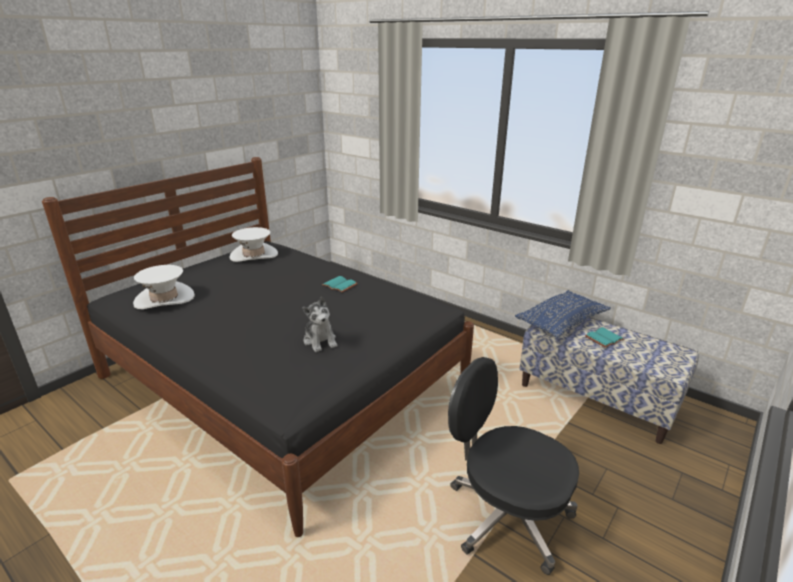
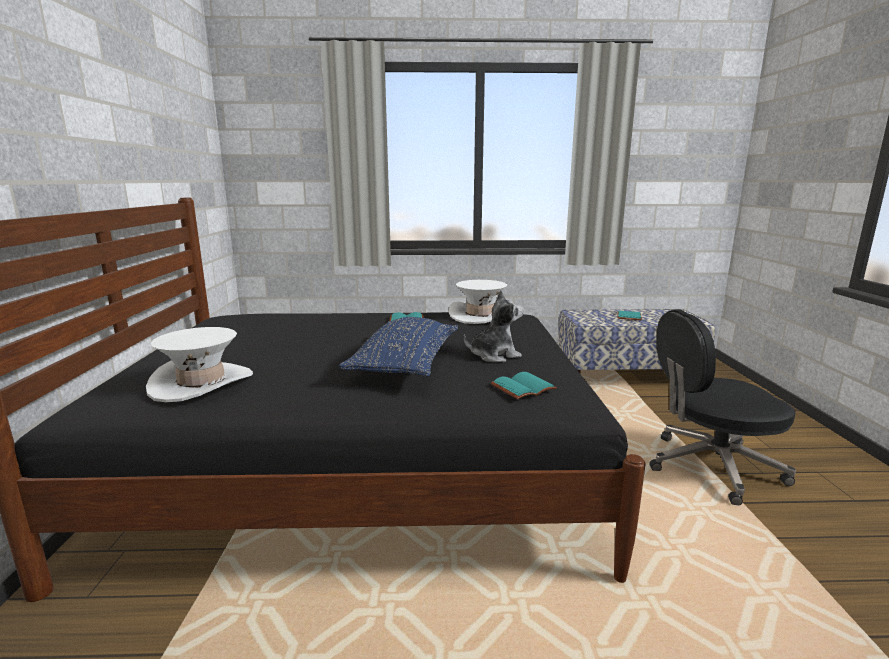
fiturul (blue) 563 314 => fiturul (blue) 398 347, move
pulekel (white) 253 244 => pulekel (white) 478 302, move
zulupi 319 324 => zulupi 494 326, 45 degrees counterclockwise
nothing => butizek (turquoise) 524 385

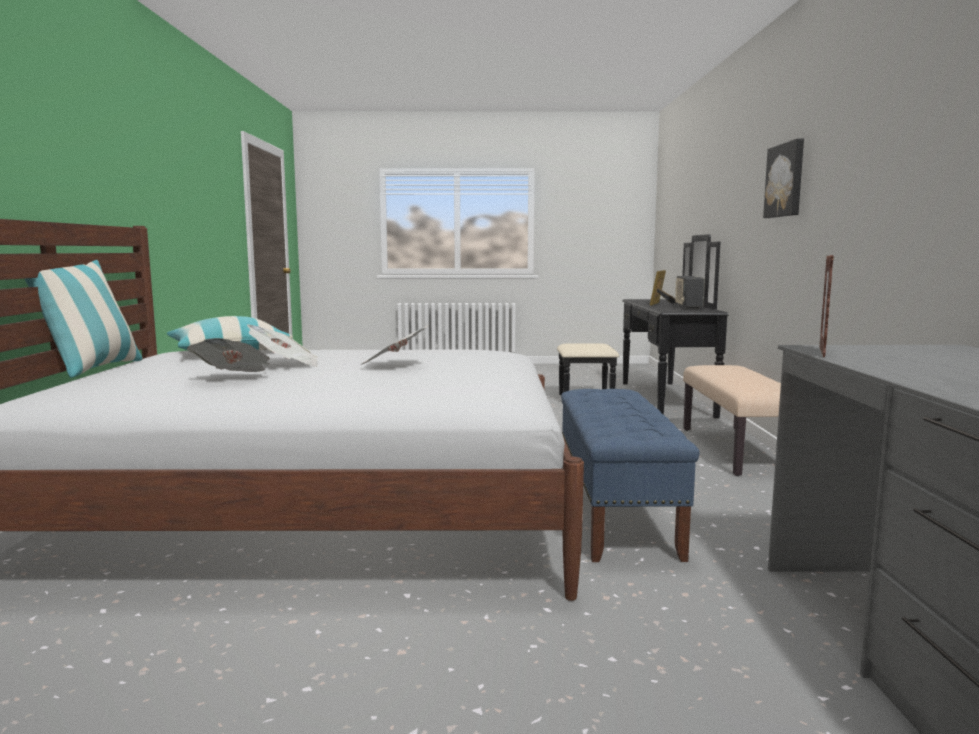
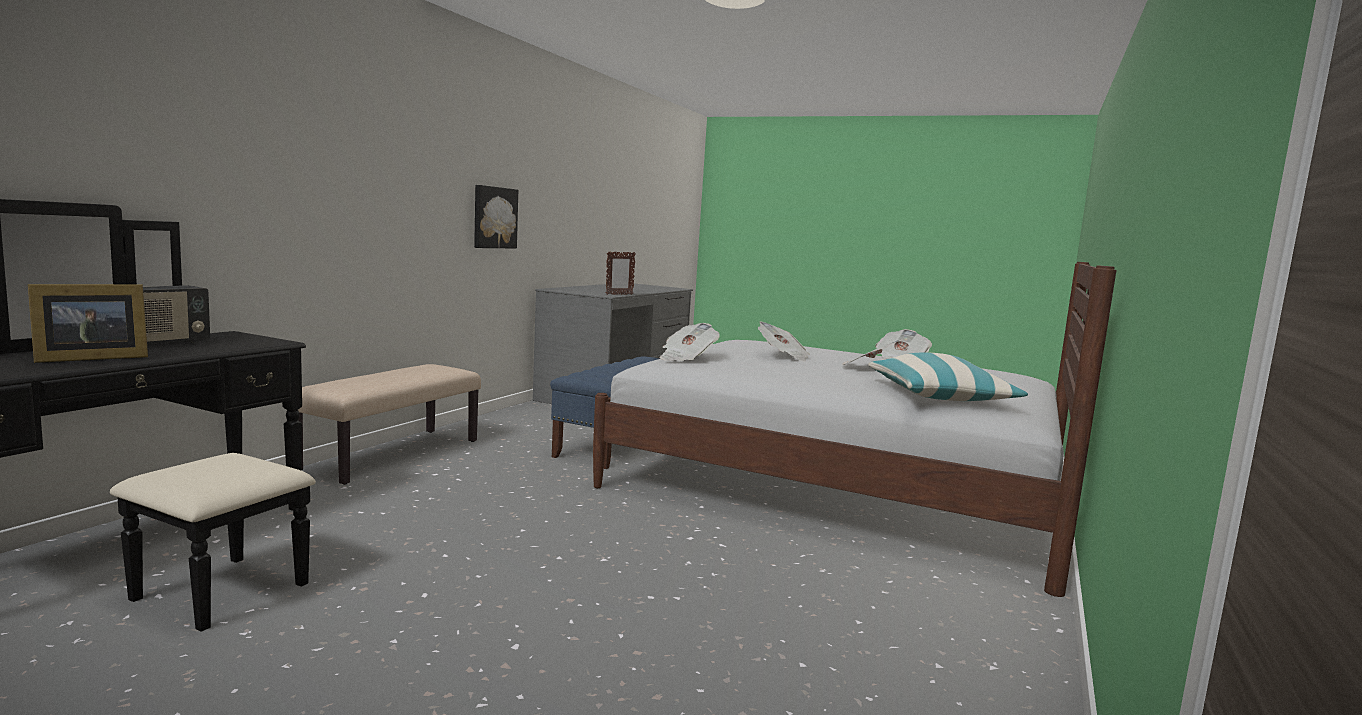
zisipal 783 178 => zisipal 496 216, move
nothing => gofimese 690 342
fiturul 84 319 => nothing

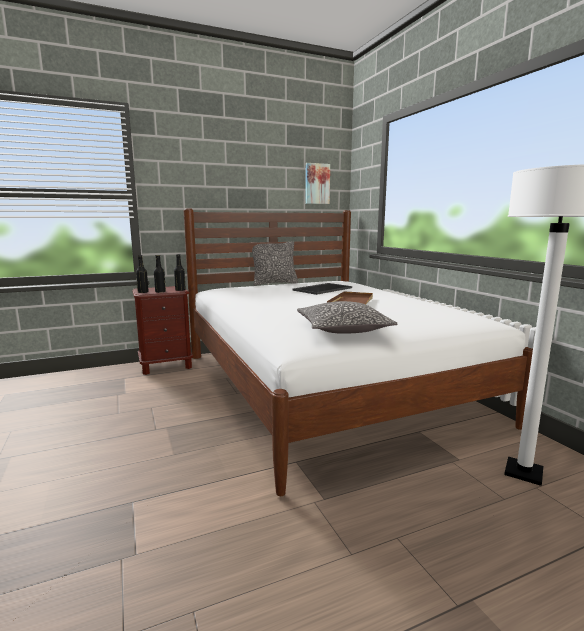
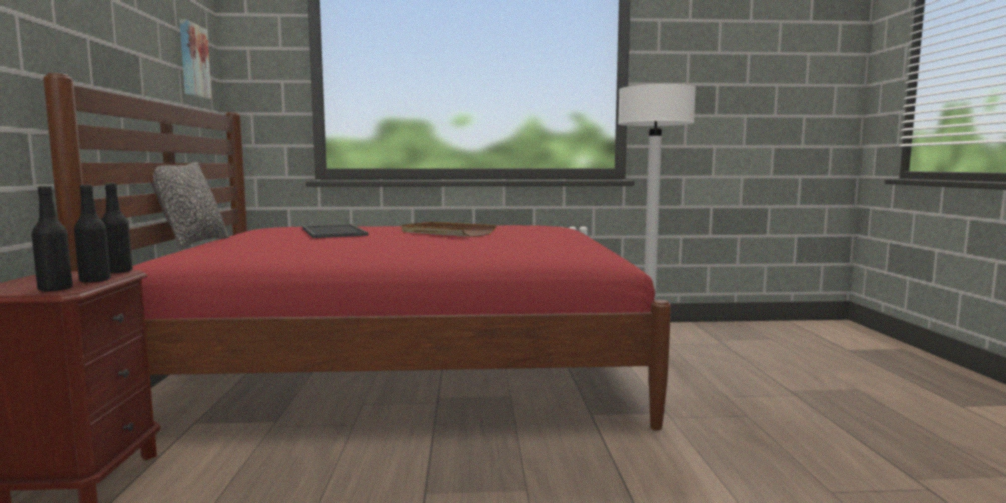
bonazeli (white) 358 352 => bonazeli (red) 357 252
fiturul 347 317 => nothing

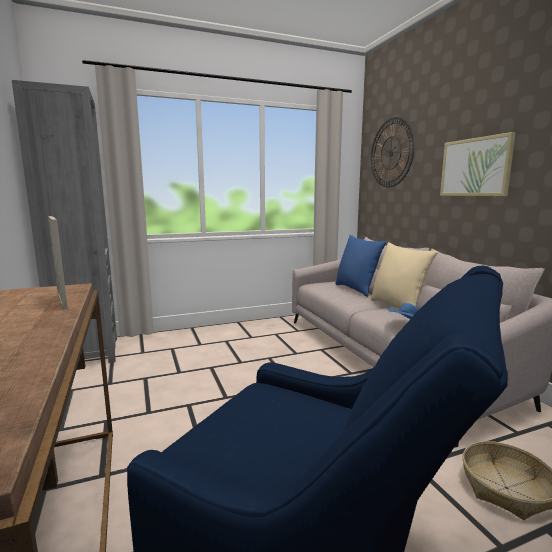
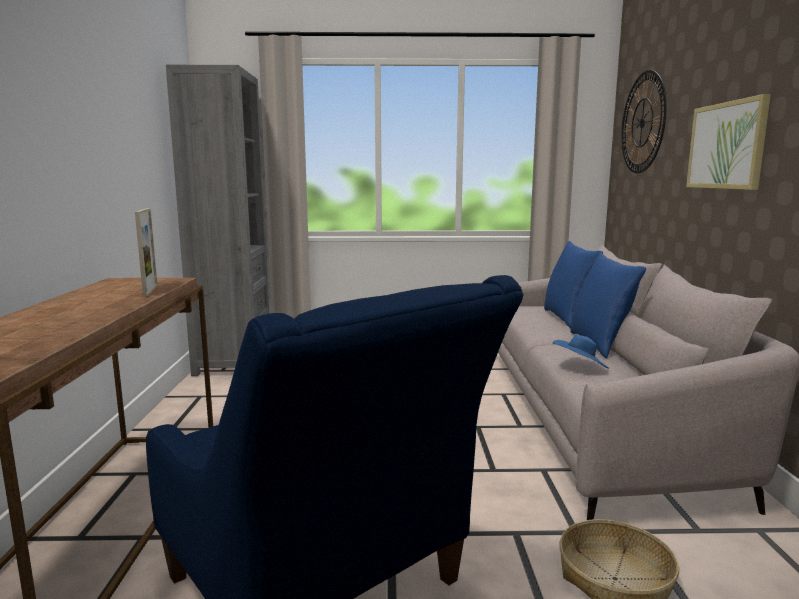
fiturul (beige) 404 275 => fiturul (blue) 608 305

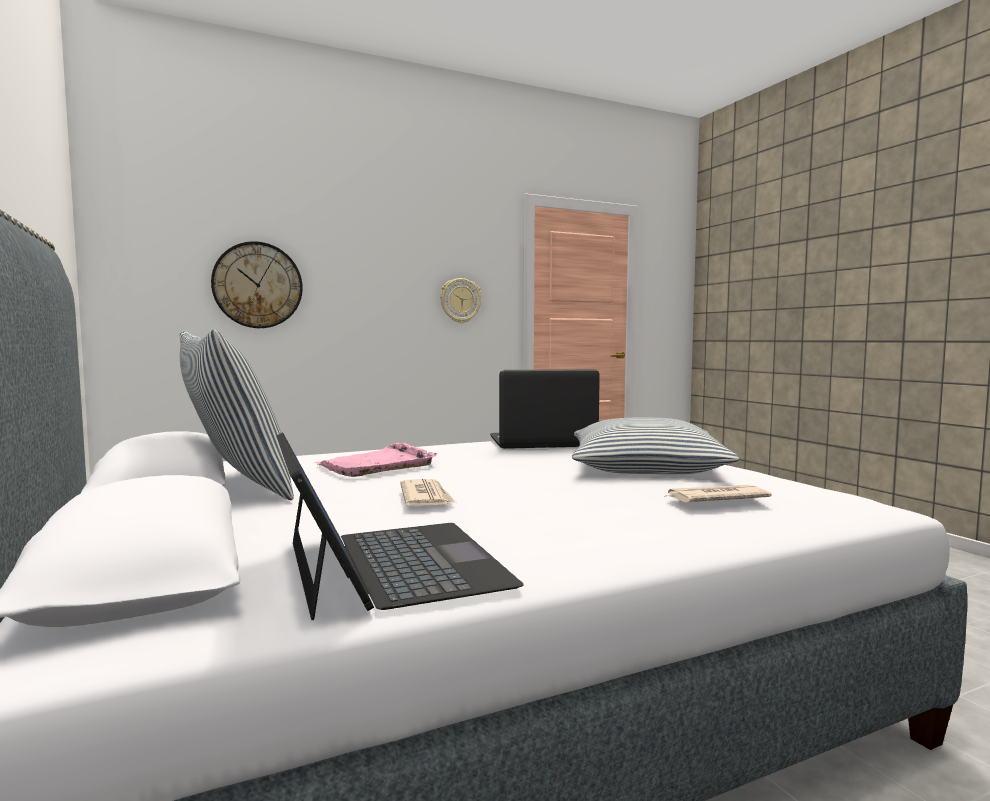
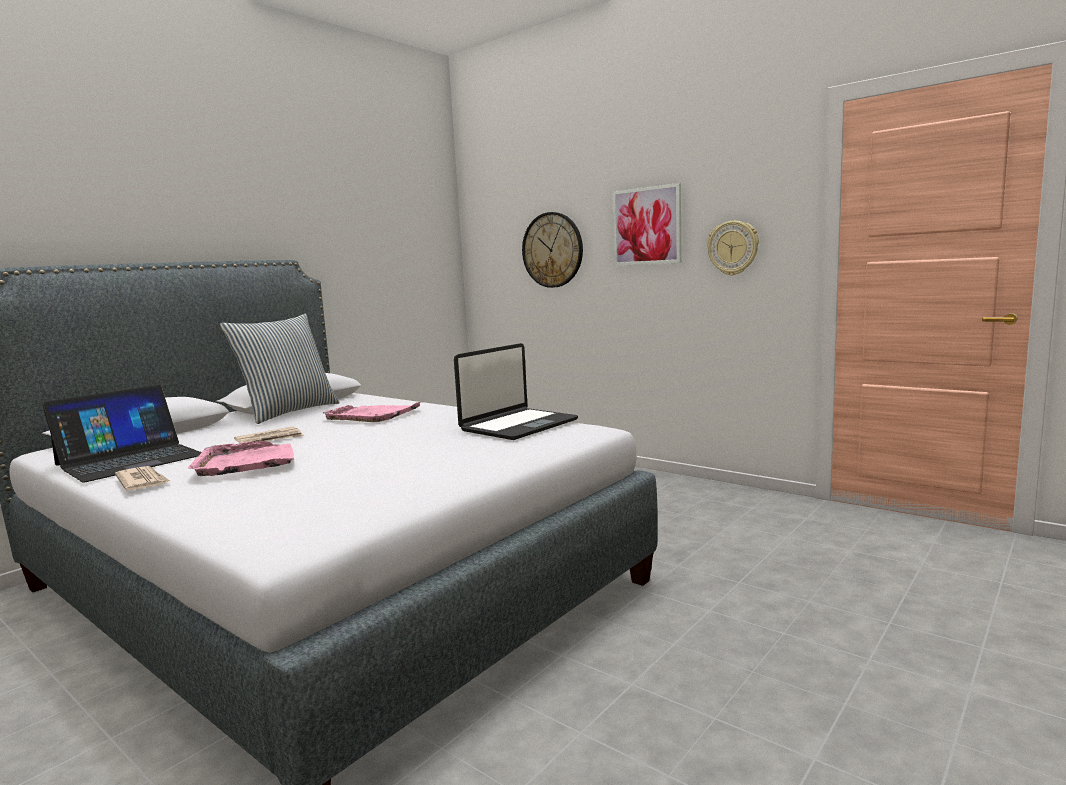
gofimese 718 493 => gofimese 142 478, move
nothing => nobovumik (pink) 241 458
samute 545 409 => samute 516 391, 75 degrees clockwise
nothing => zisipal 647 224
fiturul 655 446 => nothing

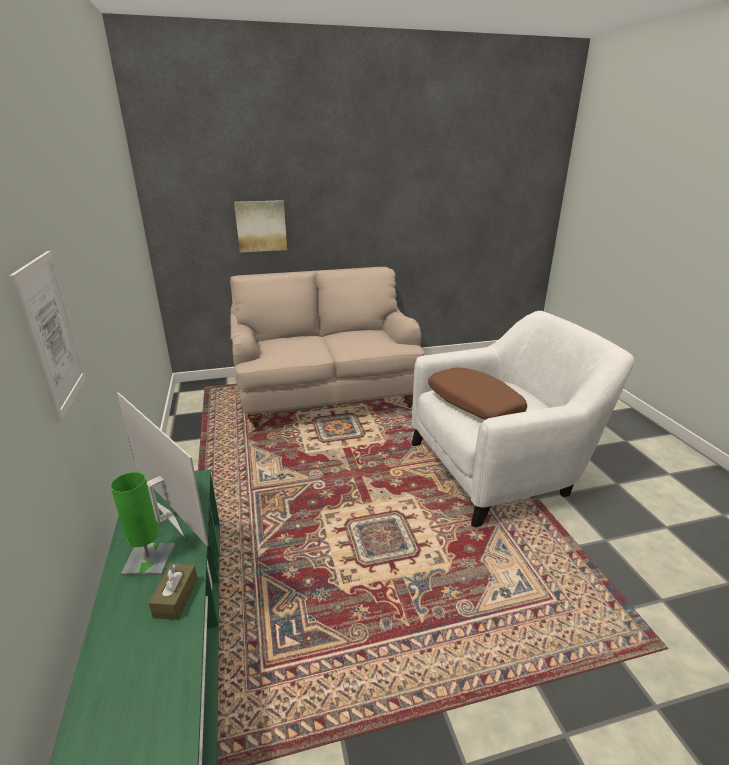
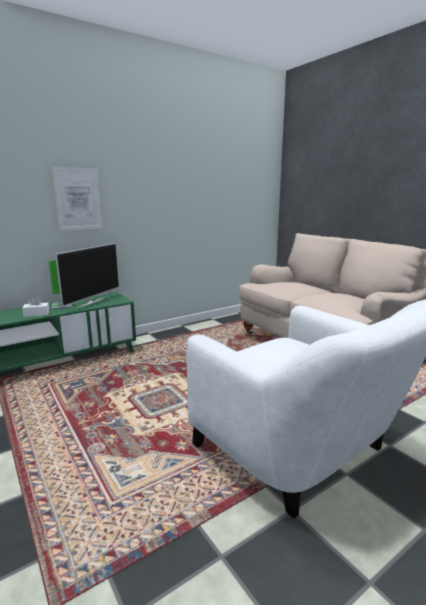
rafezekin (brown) 173 591 => rafezekin (white) 36 306
zisipal 260 226 => nothing
fiturul (brown) 477 394 => nothing

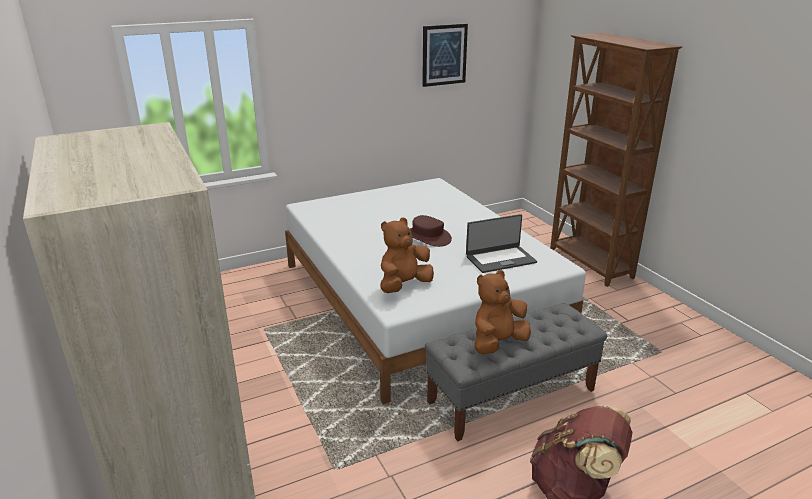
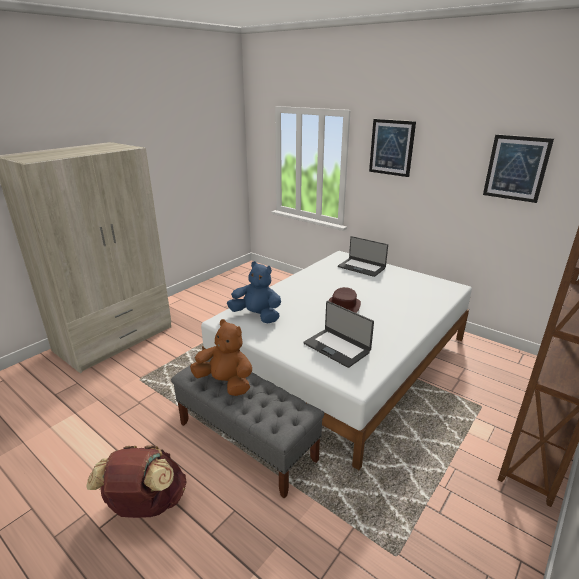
zulupi (brown) 407 255 => zulupi (blue) 254 292
nothing => samute 363 256
nothing => zisipal 392 148

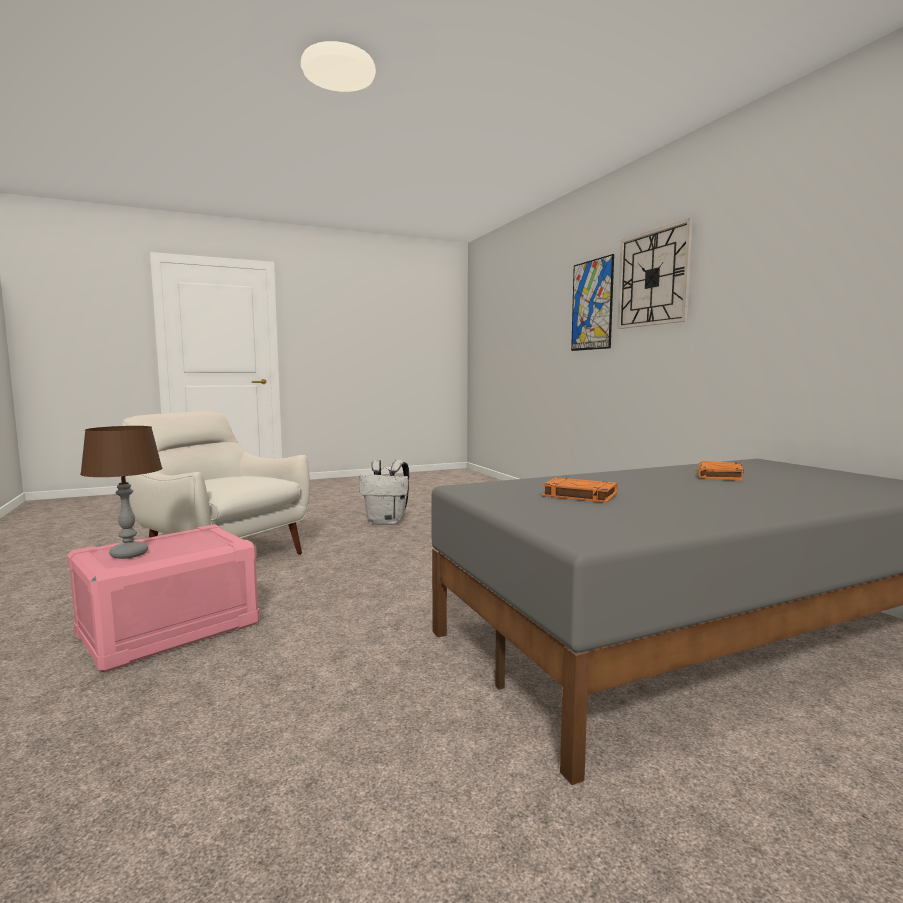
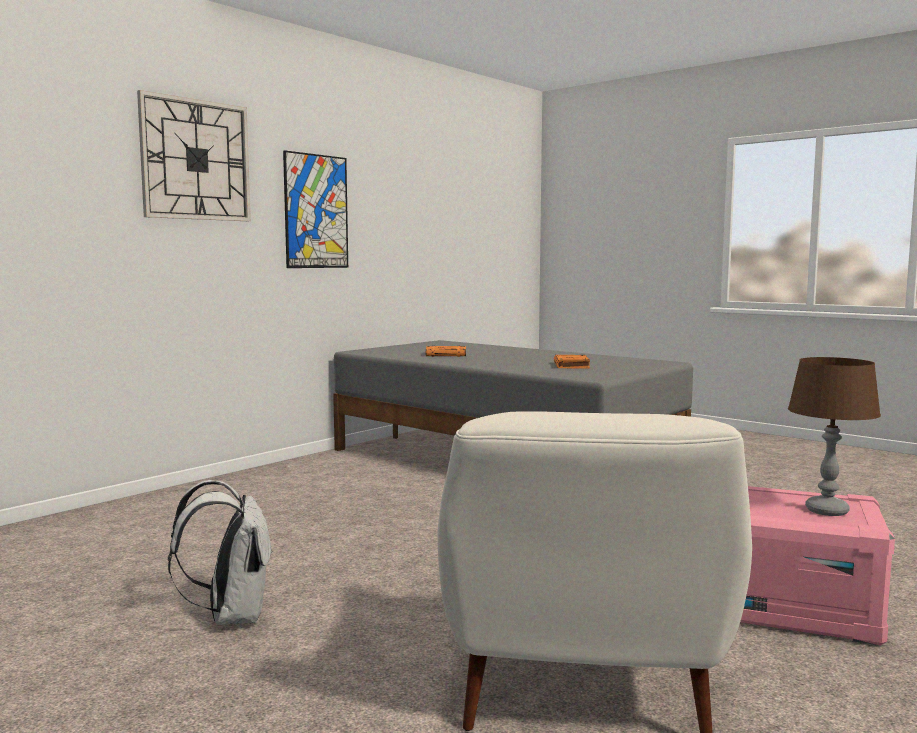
zisipal 592 302 => zisipal 315 209, move

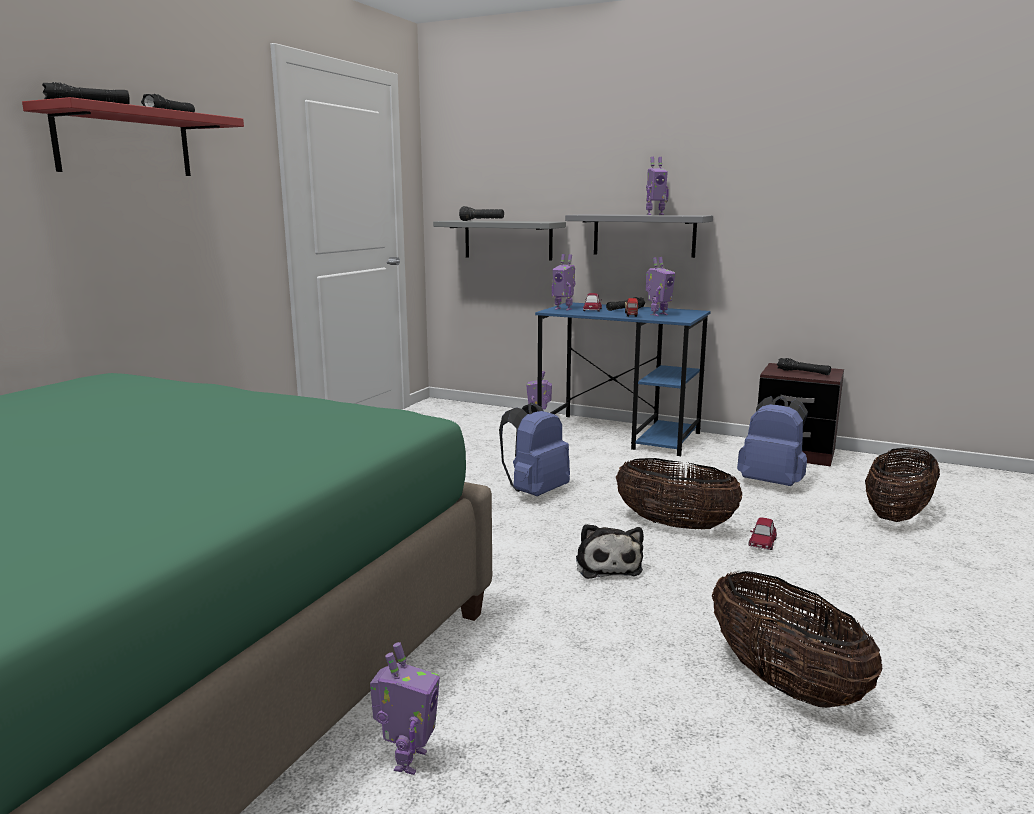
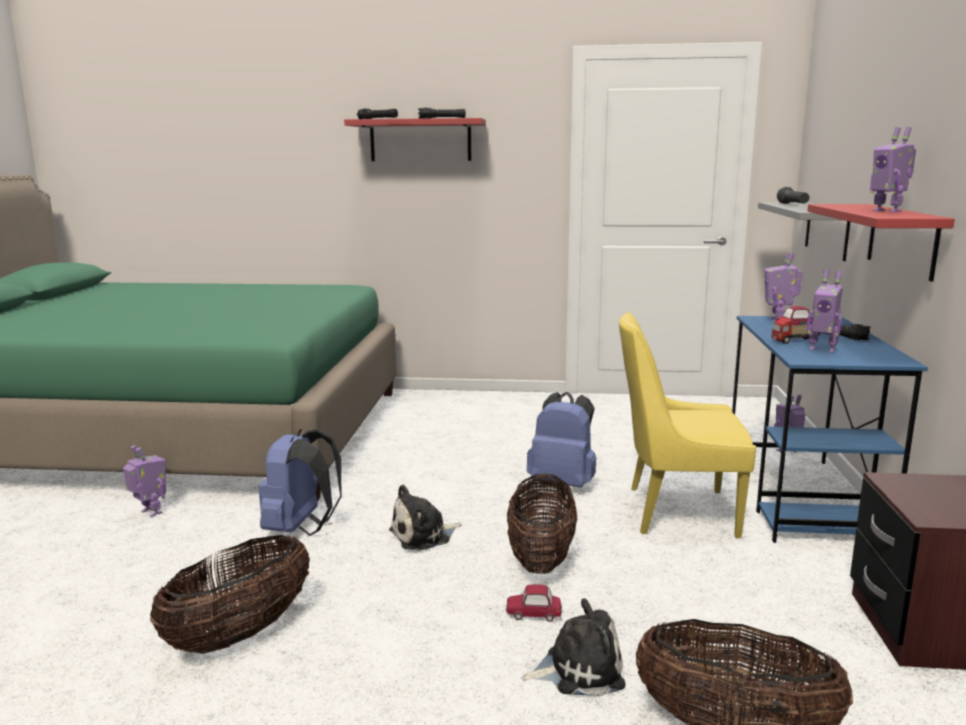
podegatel 405 708 => podegatel 144 481, 135 degrees counterclockwise
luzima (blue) 772 441 => luzima (blue) 300 482, move
nothing => zulupi 573 647
nothing => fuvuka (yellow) 687 425
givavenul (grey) 639 236 => givavenul (red) 881 243
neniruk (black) 804 366 => nothing

